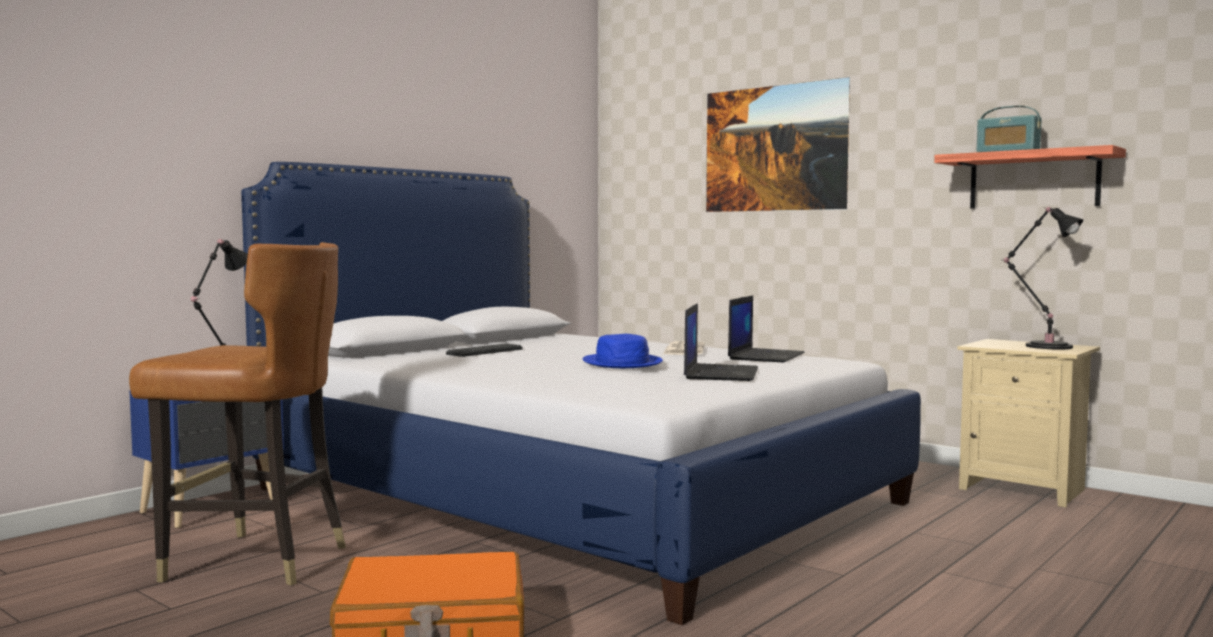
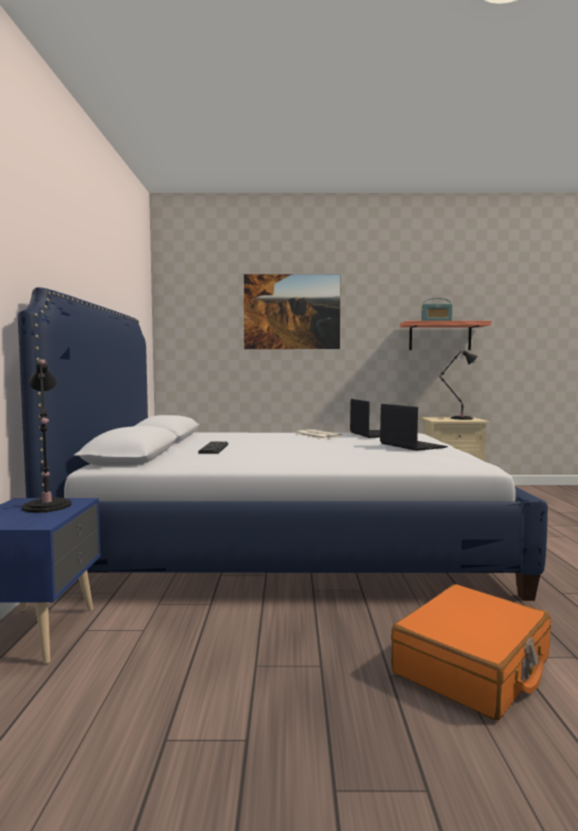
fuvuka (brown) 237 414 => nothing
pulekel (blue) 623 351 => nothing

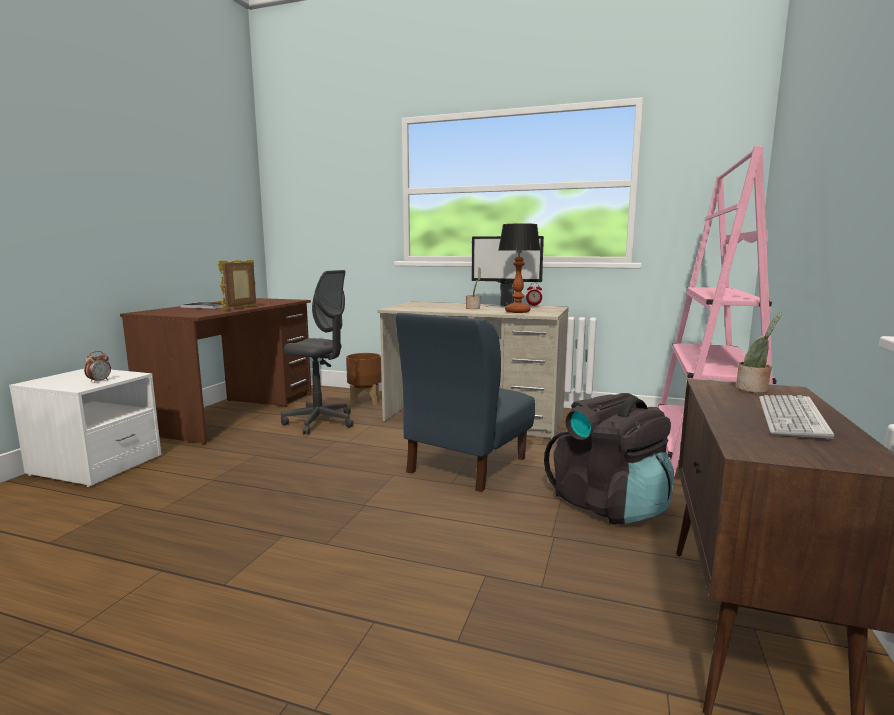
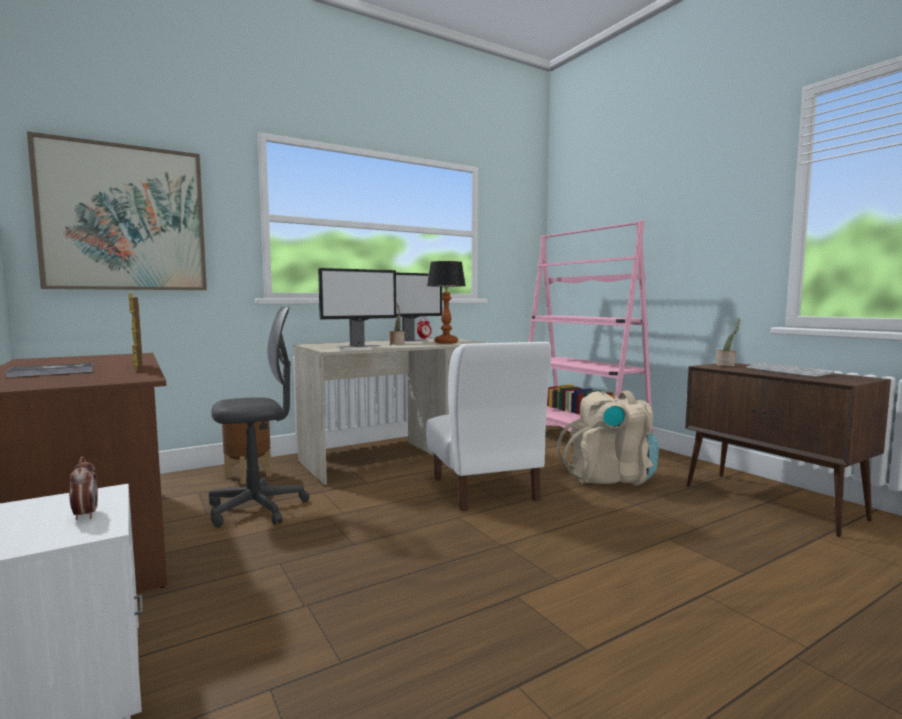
nothing => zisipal 117 210
nothing => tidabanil 357 308
fuvuka (blue) 465 402 => fuvuka (white) 488 426
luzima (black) 609 459 => luzima (beige) 608 438

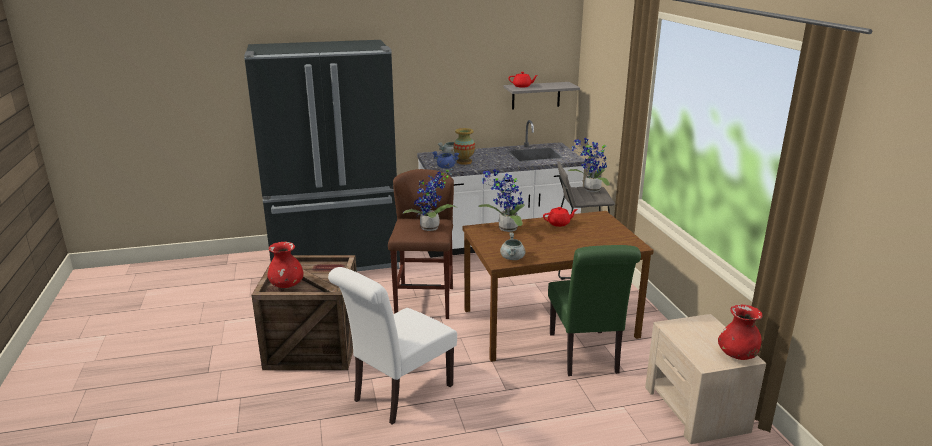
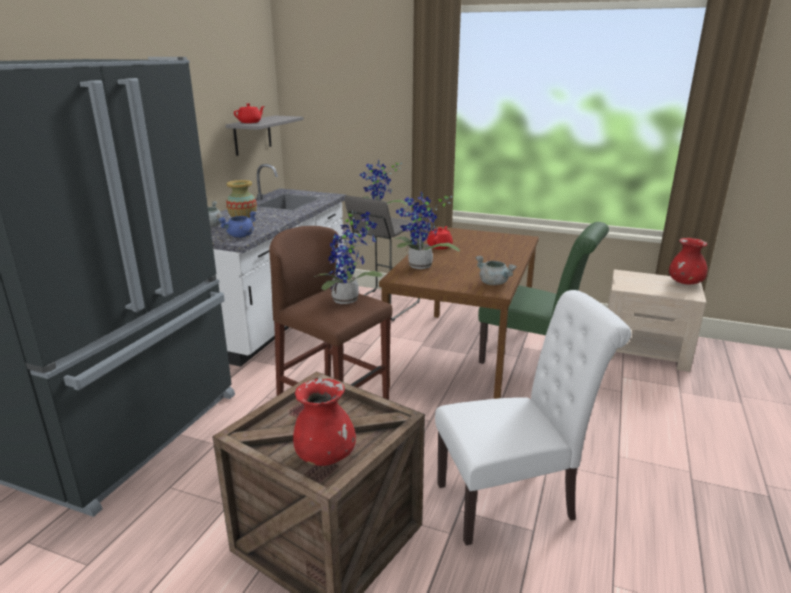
fuvuka (white) 392 346 => fuvuka (white) 533 417, 90 degrees counterclockwise

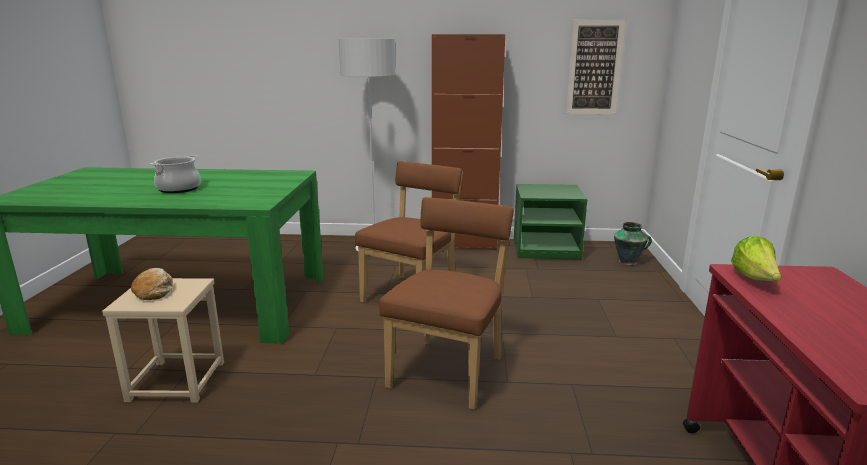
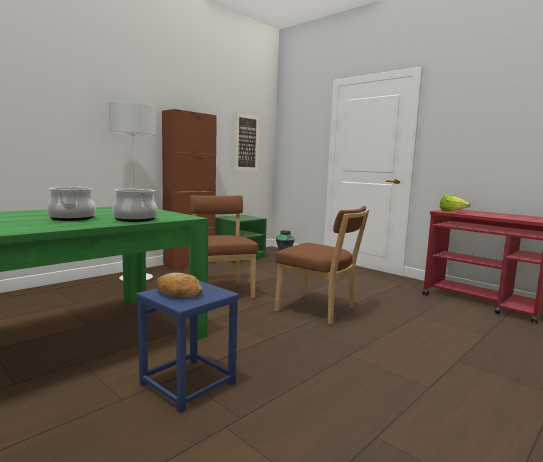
nothing => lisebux 135 205
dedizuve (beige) 163 340 => dedizuve (blue) 187 347
fuvuka (brown) 446 303 => fuvuka (brown) 322 265, 150 degrees clockwise

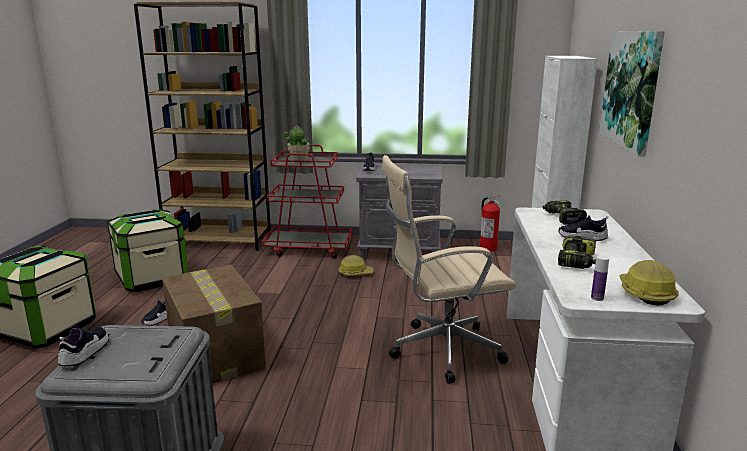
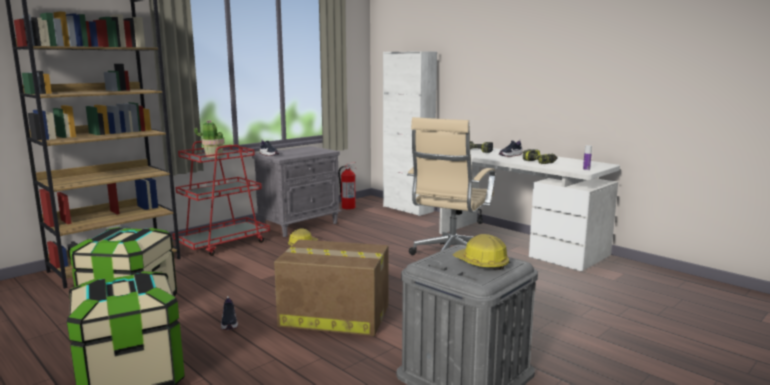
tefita 649 283 => tefita 481 252, move
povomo 83 346 => nothing
zisipal 632 94 => nothing

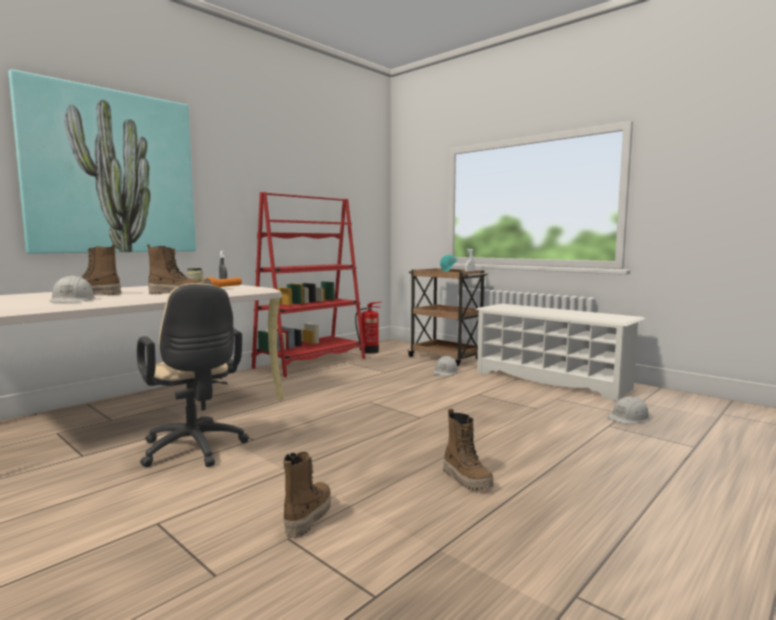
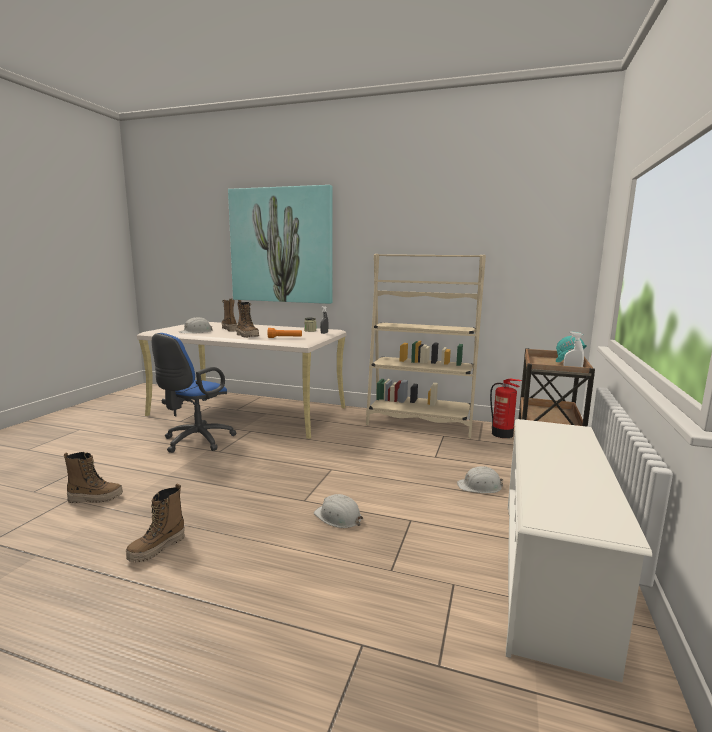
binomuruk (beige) 193 375 => binomuruk (blue) 194 393
tefita (white) 628 410 => tefita (white) 338 511, move
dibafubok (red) 308 284 => dibafubok (beige) 426 346

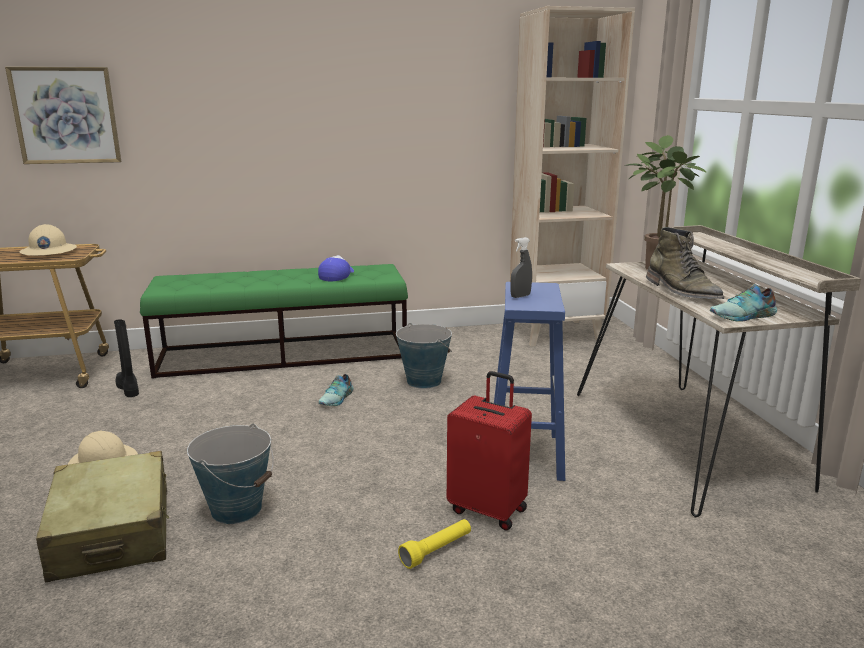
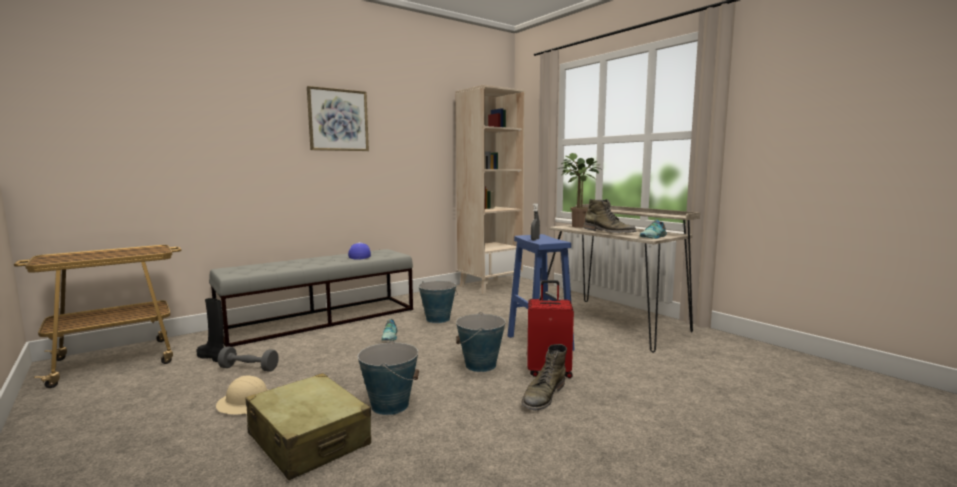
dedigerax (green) 274 321 => dedigerax (grey) 311 298
nothing => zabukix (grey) 248 359
zisipal 63 115 => zisipal 338 118, move
nothing => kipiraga 481 342
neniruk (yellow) 434 544 => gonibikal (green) 544 377
tefita (beige) 48 240 => nothing

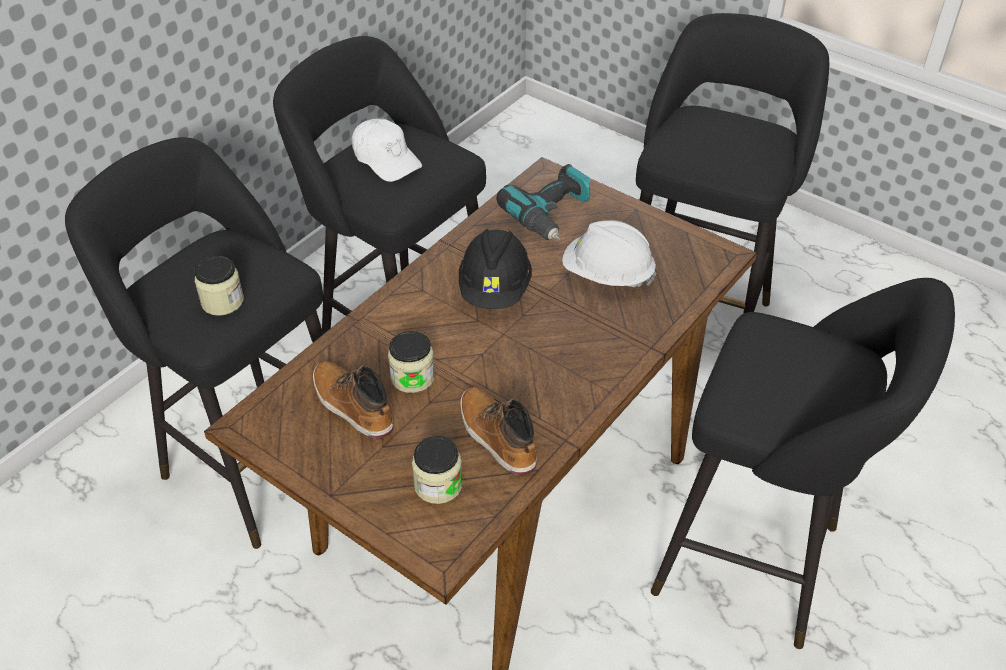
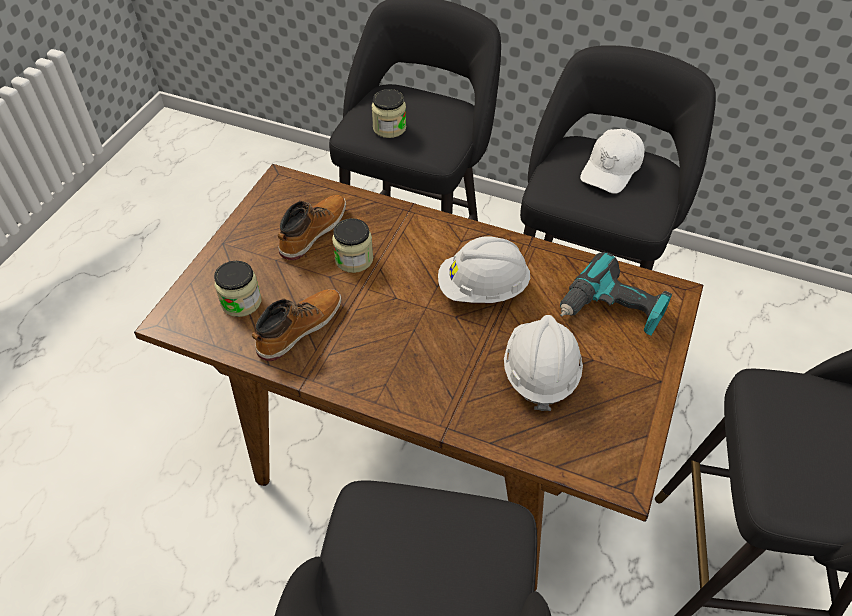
tefita (black) 495 269 => tefita (white) 484 270

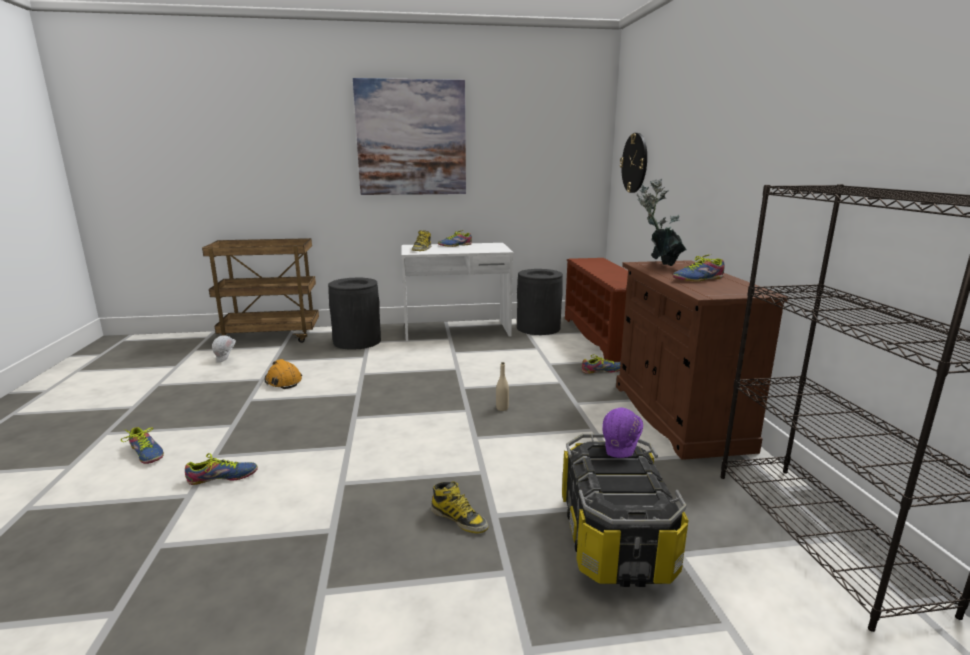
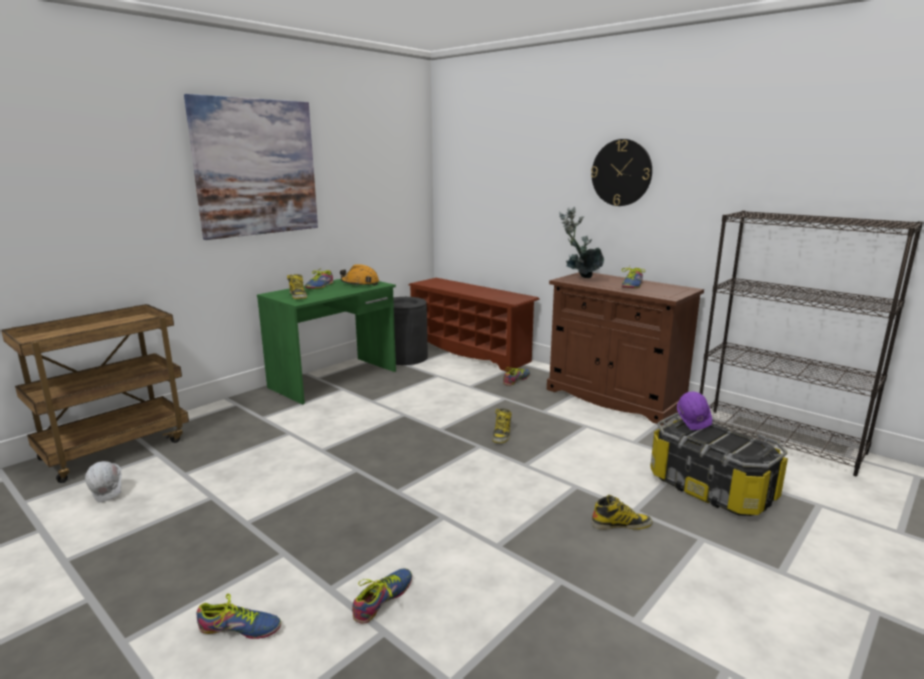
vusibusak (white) 457 292 => vusibusak (green) 326 342
tefita (orange) 283 374 => tefita (orange) 359 275, move
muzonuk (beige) 502 386 => gonibikal 502 425
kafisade 633 163 => kafisade 621 172, move
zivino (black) 354 314 => nothing

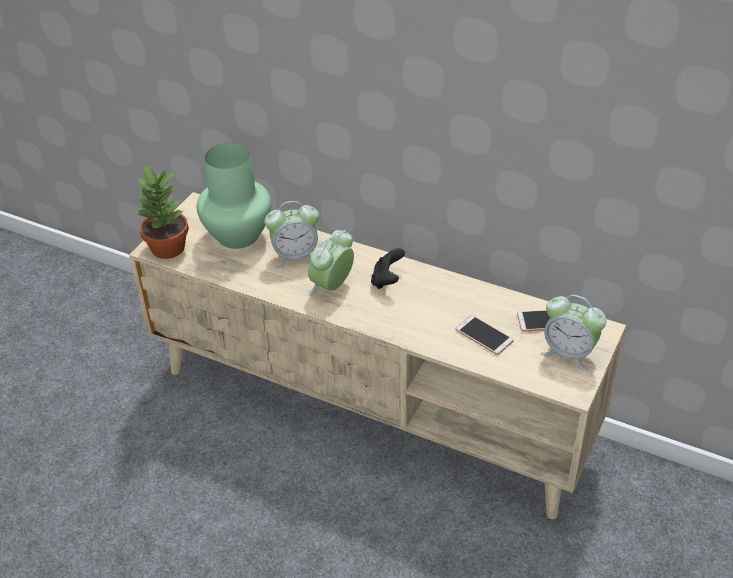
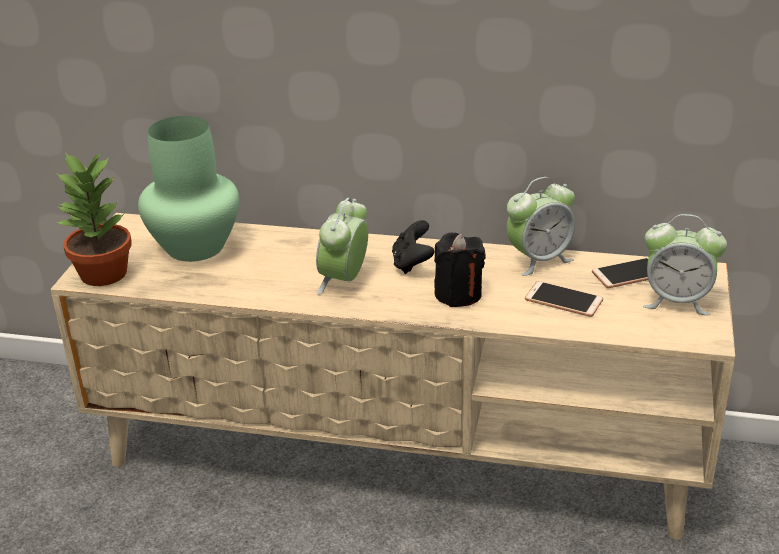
nothing => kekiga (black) 459 270
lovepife 291 234 => lovepife 541 226, move

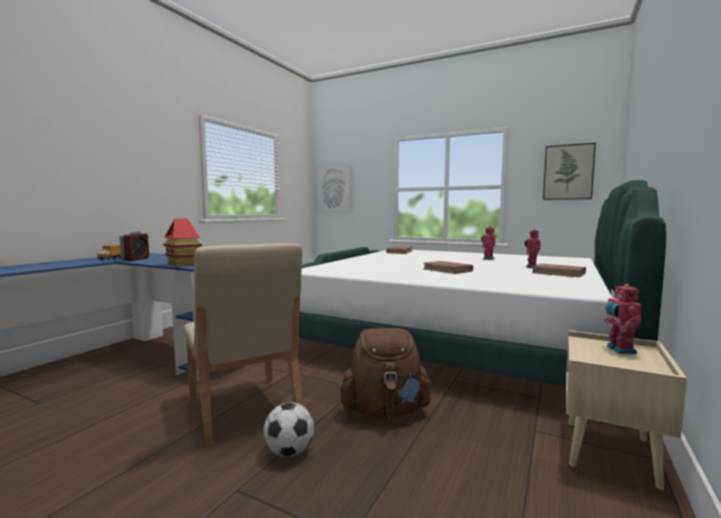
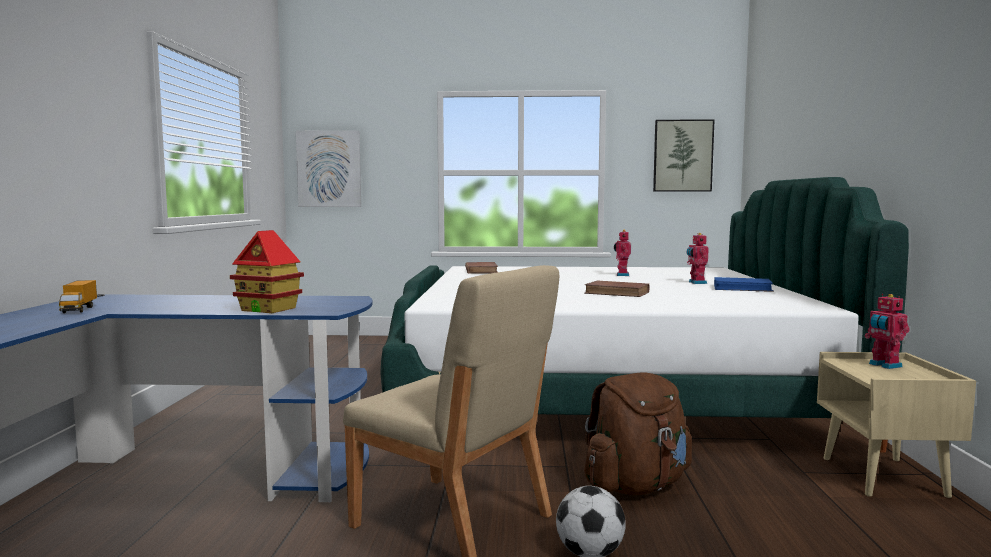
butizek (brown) 559 270 => butizek (blue) 744 284
lovepife 134 246 => nothing

